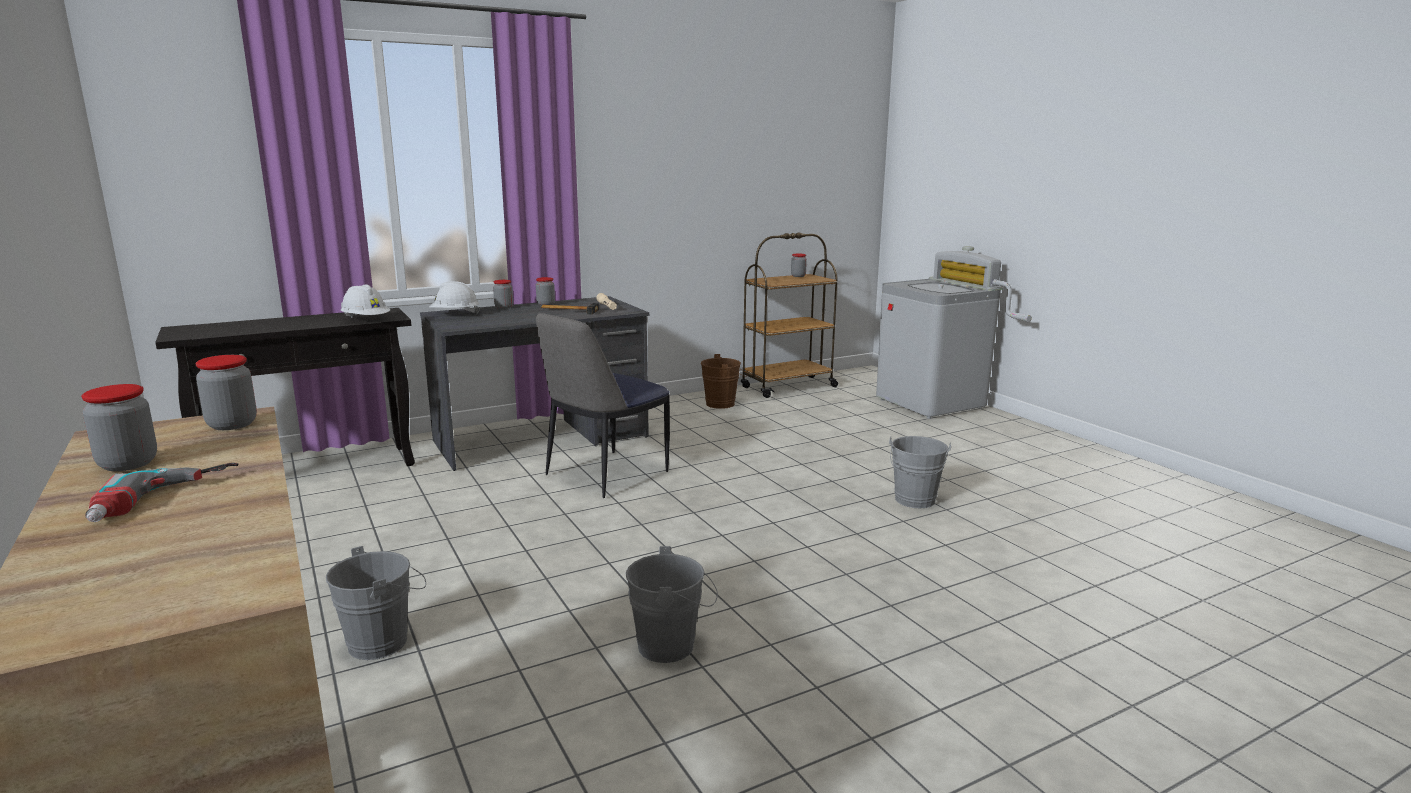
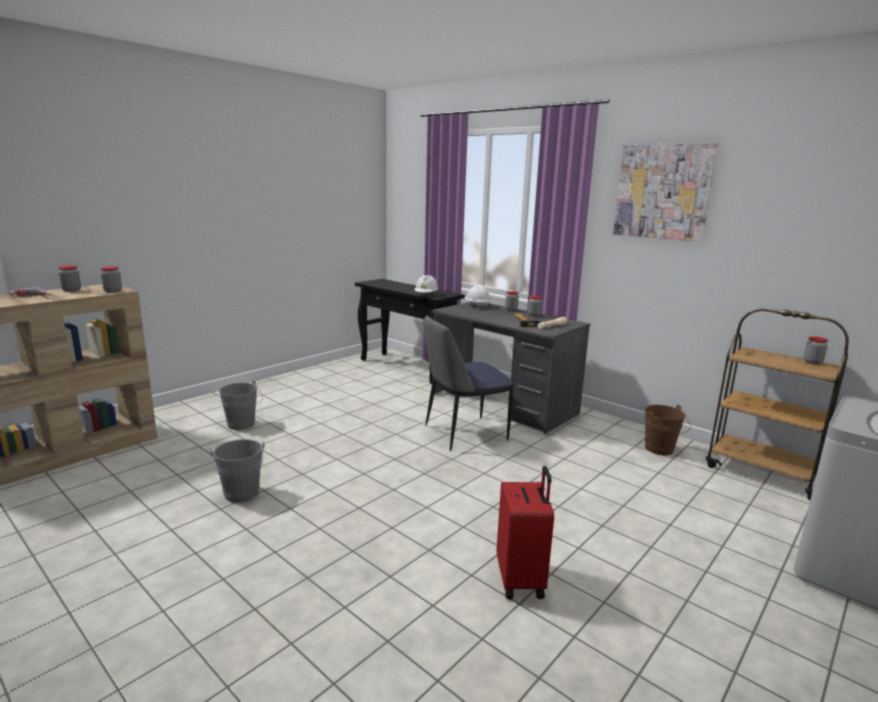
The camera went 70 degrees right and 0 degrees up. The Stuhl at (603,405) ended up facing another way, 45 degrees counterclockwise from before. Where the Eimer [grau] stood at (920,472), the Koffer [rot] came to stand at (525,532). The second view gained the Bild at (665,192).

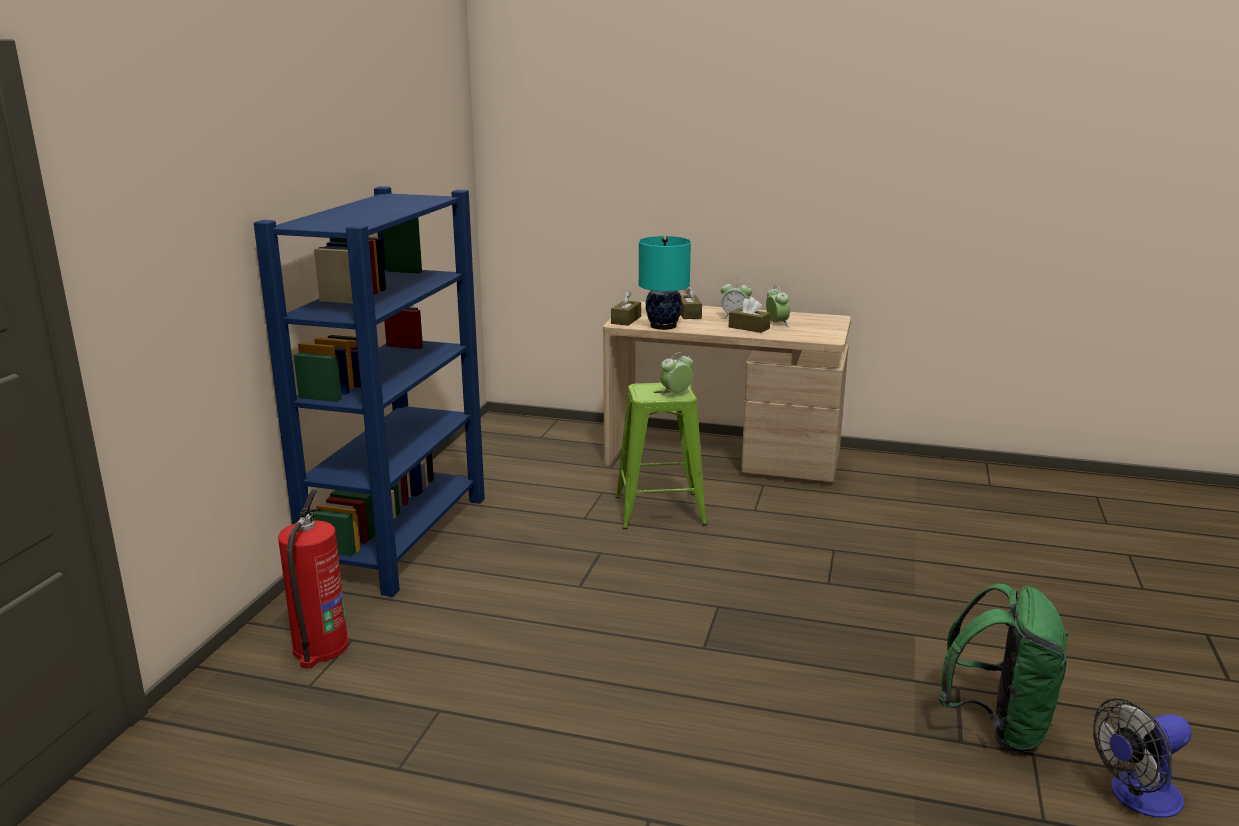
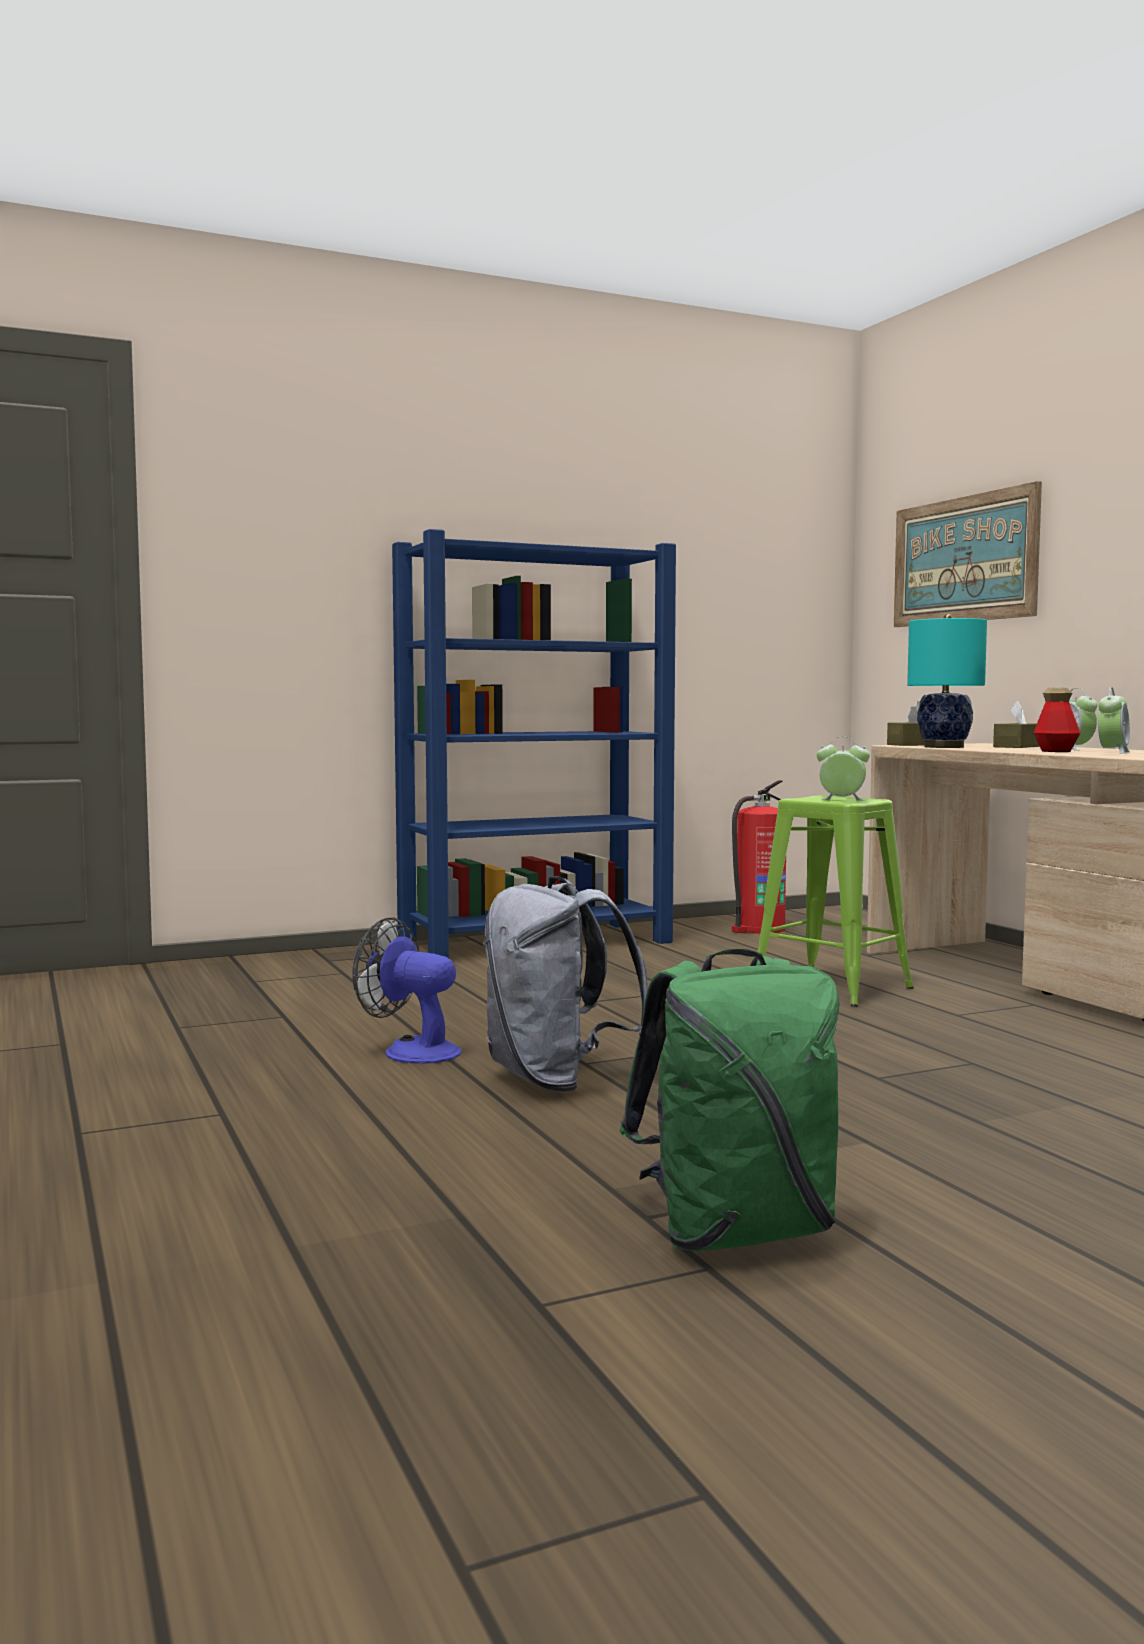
The camera went 50 degrees right and 15 degrees down. The Feuerlöscher ended up elsewhere, having gone from (313,579) to (759,856). Where the Taschentuchbox [braun] stood at (750,315), the Flasche came to stand at (1056,720). The Ventilator ended up elsewhere, having gone from (1142,758) to (407,991). The second view gained the Rucksack [grau] at (565,984). The second view gained the Bild at (968,554).

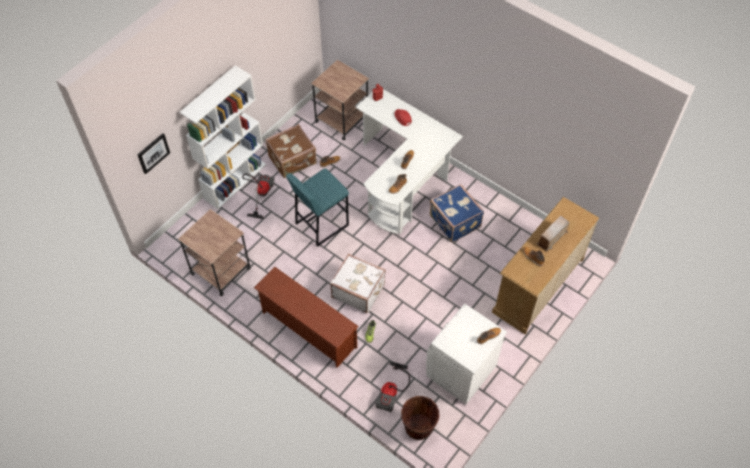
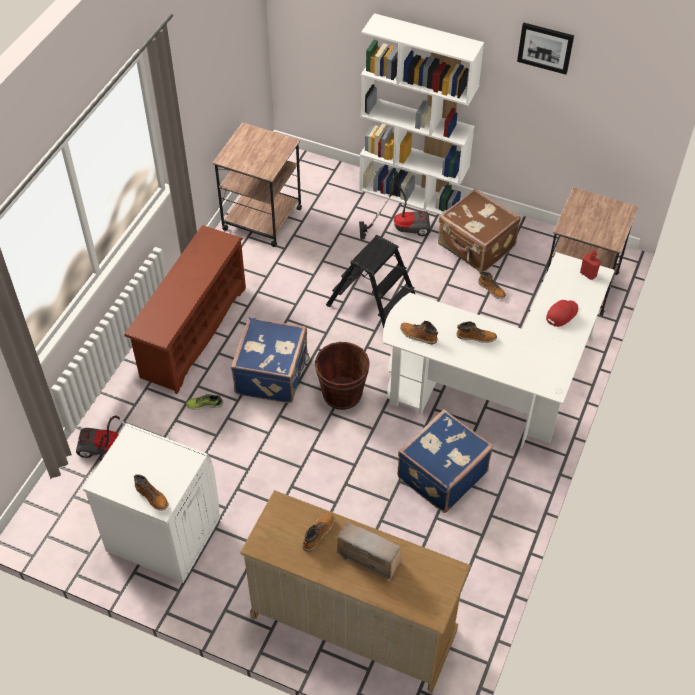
The camera went 75 degrees right and 5 degrees down. The Bild ended up elsewhere, having gone from (153,153) to (545,49). Where the Hocker [türkis] stood at (317,208), the Trittleiter [schwarz] came to stand at (370,281). What was the Koffer [weiß] at (358,283) turned into the Koffer [blau] at (270,360). The Eimer [braun] ended up elsewhere, having gone from (420,418) to (342,376).

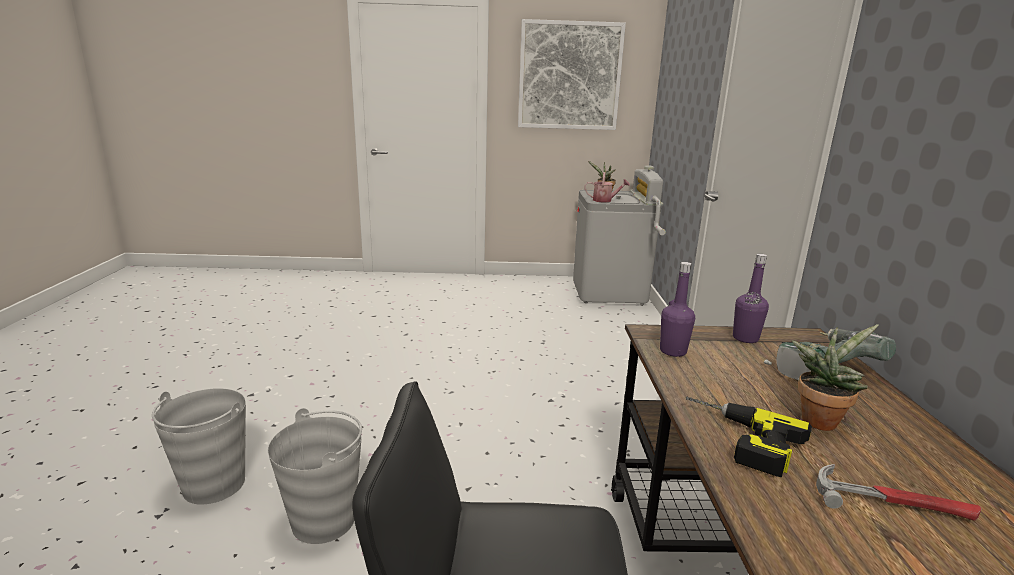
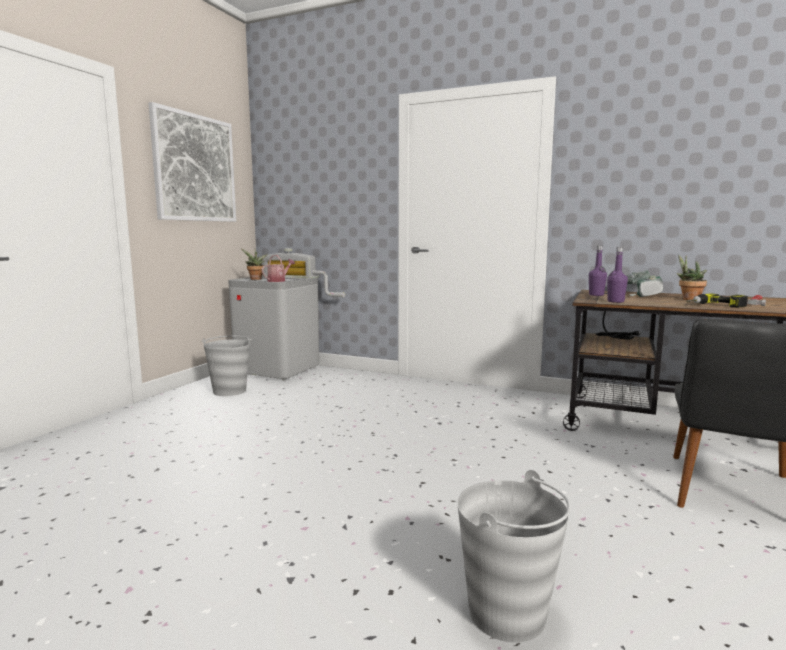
The camera went 65 degrees left and 10 degrees down. The Eimer [grau] ended up elsewhere, having gone from (315,476) to (227,366).

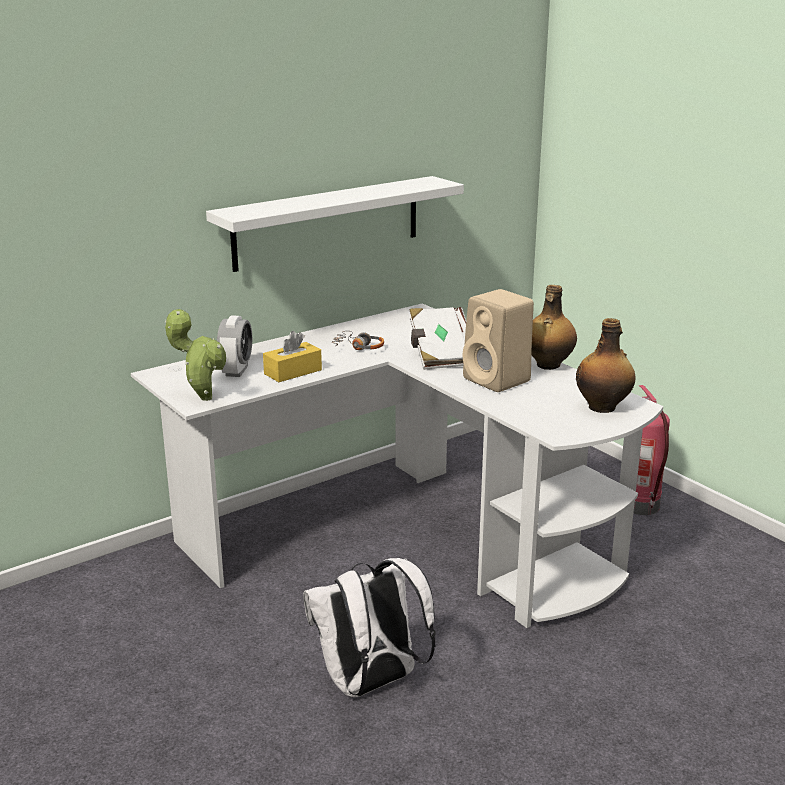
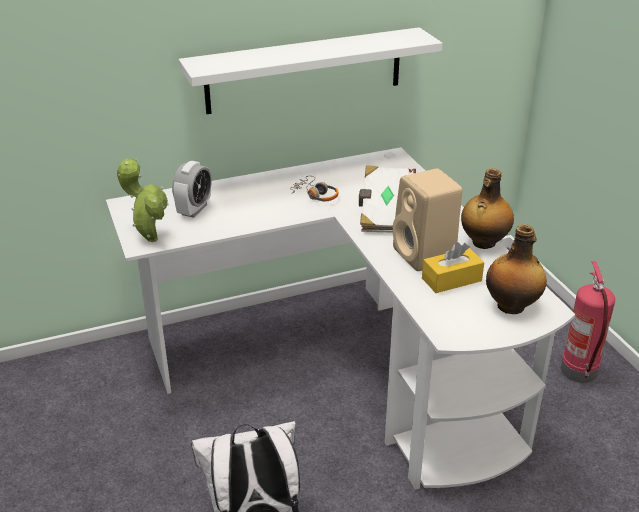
The camera went 15 degrees right and 10 degrees up. The Taschentuchbox [gelb] ended up elsewhere, having gone from (292,356) to (453,267).

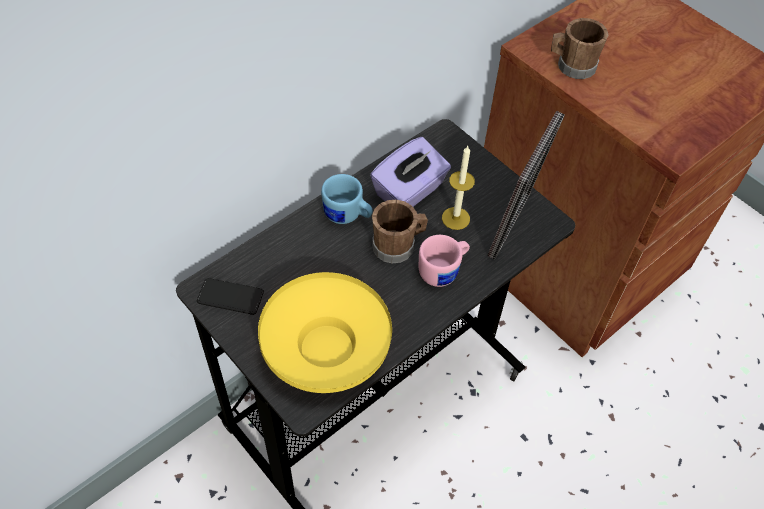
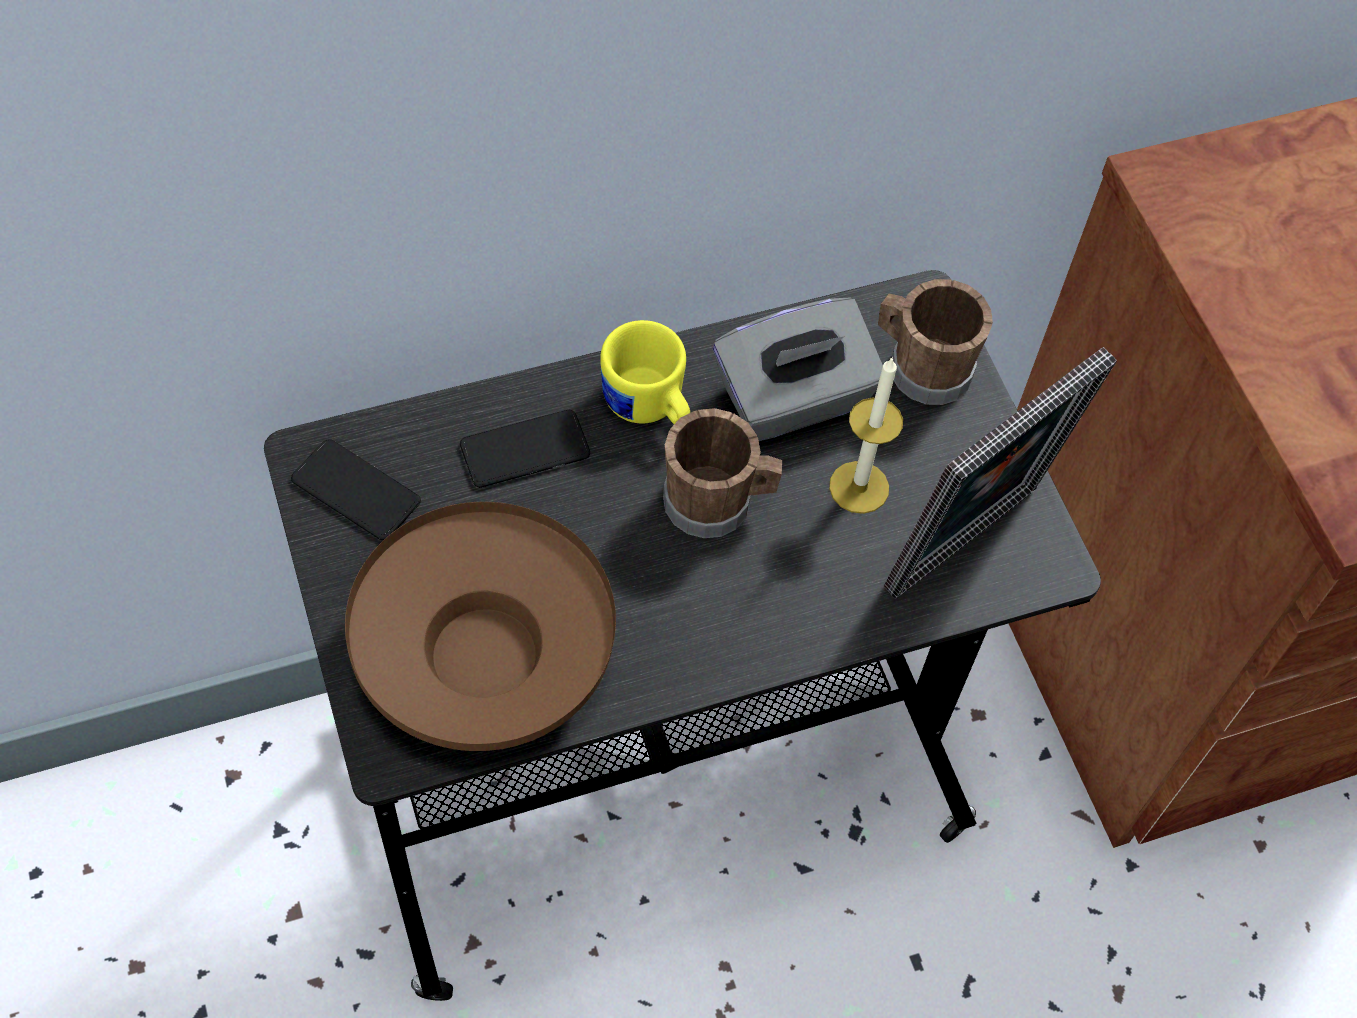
The camera went 20 degrees right and 5 degrees up. What was the Schüssel [gelb] at (325,332) turned into the Schüssel [braun] at (480,626). What was the Henkelbecher [blau] at (347,199) turned into the Henkelbecher [gelb] at (645,372). What was the Taschentuchbox [lila] at (410,172) turned into the Taschentuchbox [grau] at (798,369). The second view lost the Henkelbecher [rosa] at (444,261). The Henkelbecher [braun] ended up elsewhere, having gone from (579,48) to (935,342). The second view gained the Handy at (525,449).

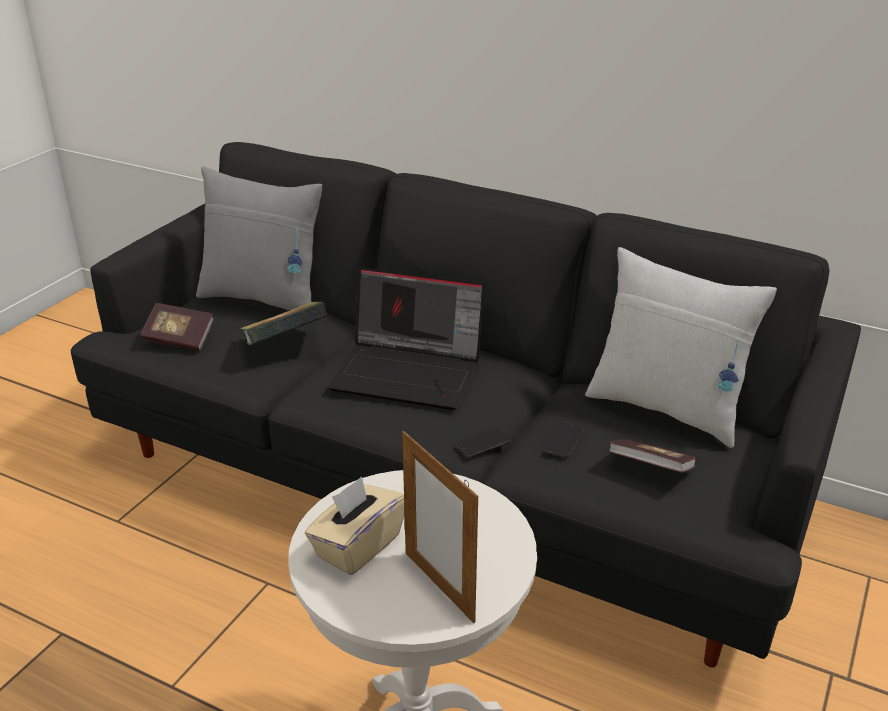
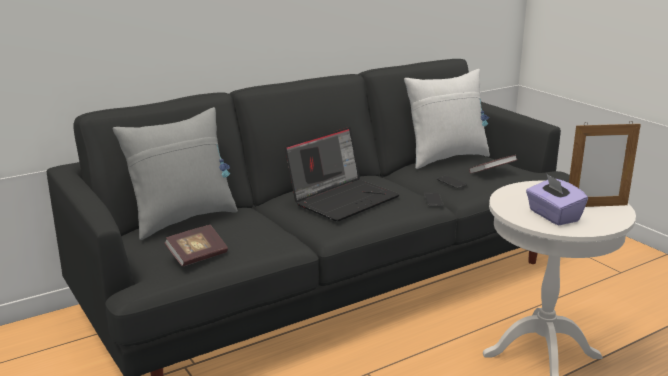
The camera went 60 degrees left and 10 degrees down. The second view lost the Buch at (284,323). What was the Taschentuchbox [beige] at (355,525) turned into the Taschentuchbox [lila] at (557,199).

